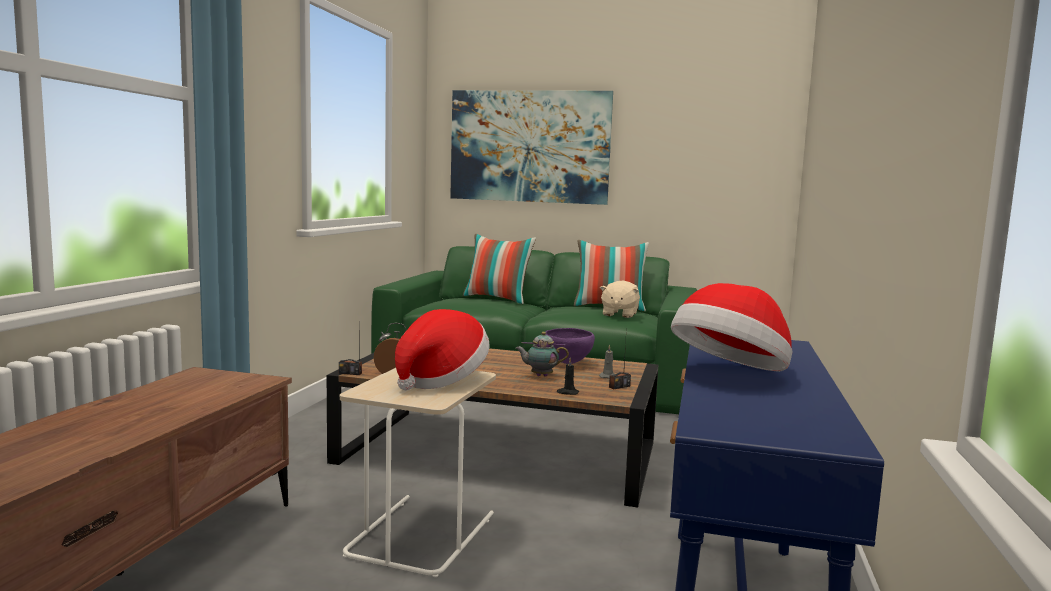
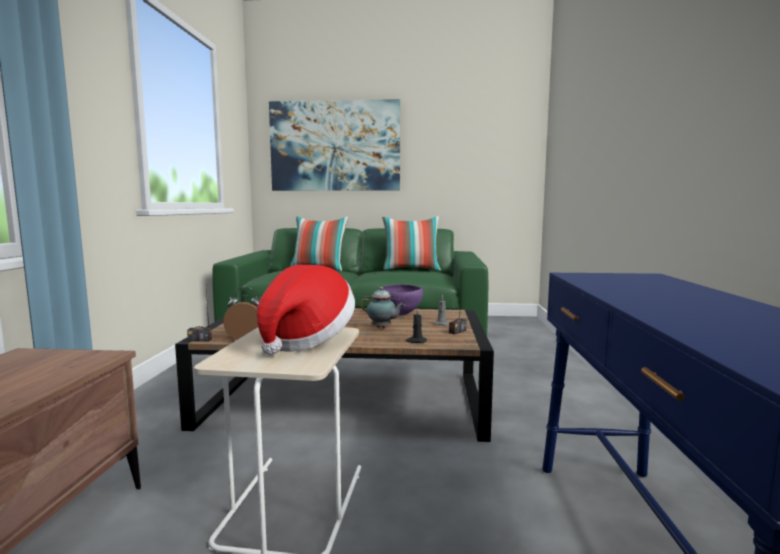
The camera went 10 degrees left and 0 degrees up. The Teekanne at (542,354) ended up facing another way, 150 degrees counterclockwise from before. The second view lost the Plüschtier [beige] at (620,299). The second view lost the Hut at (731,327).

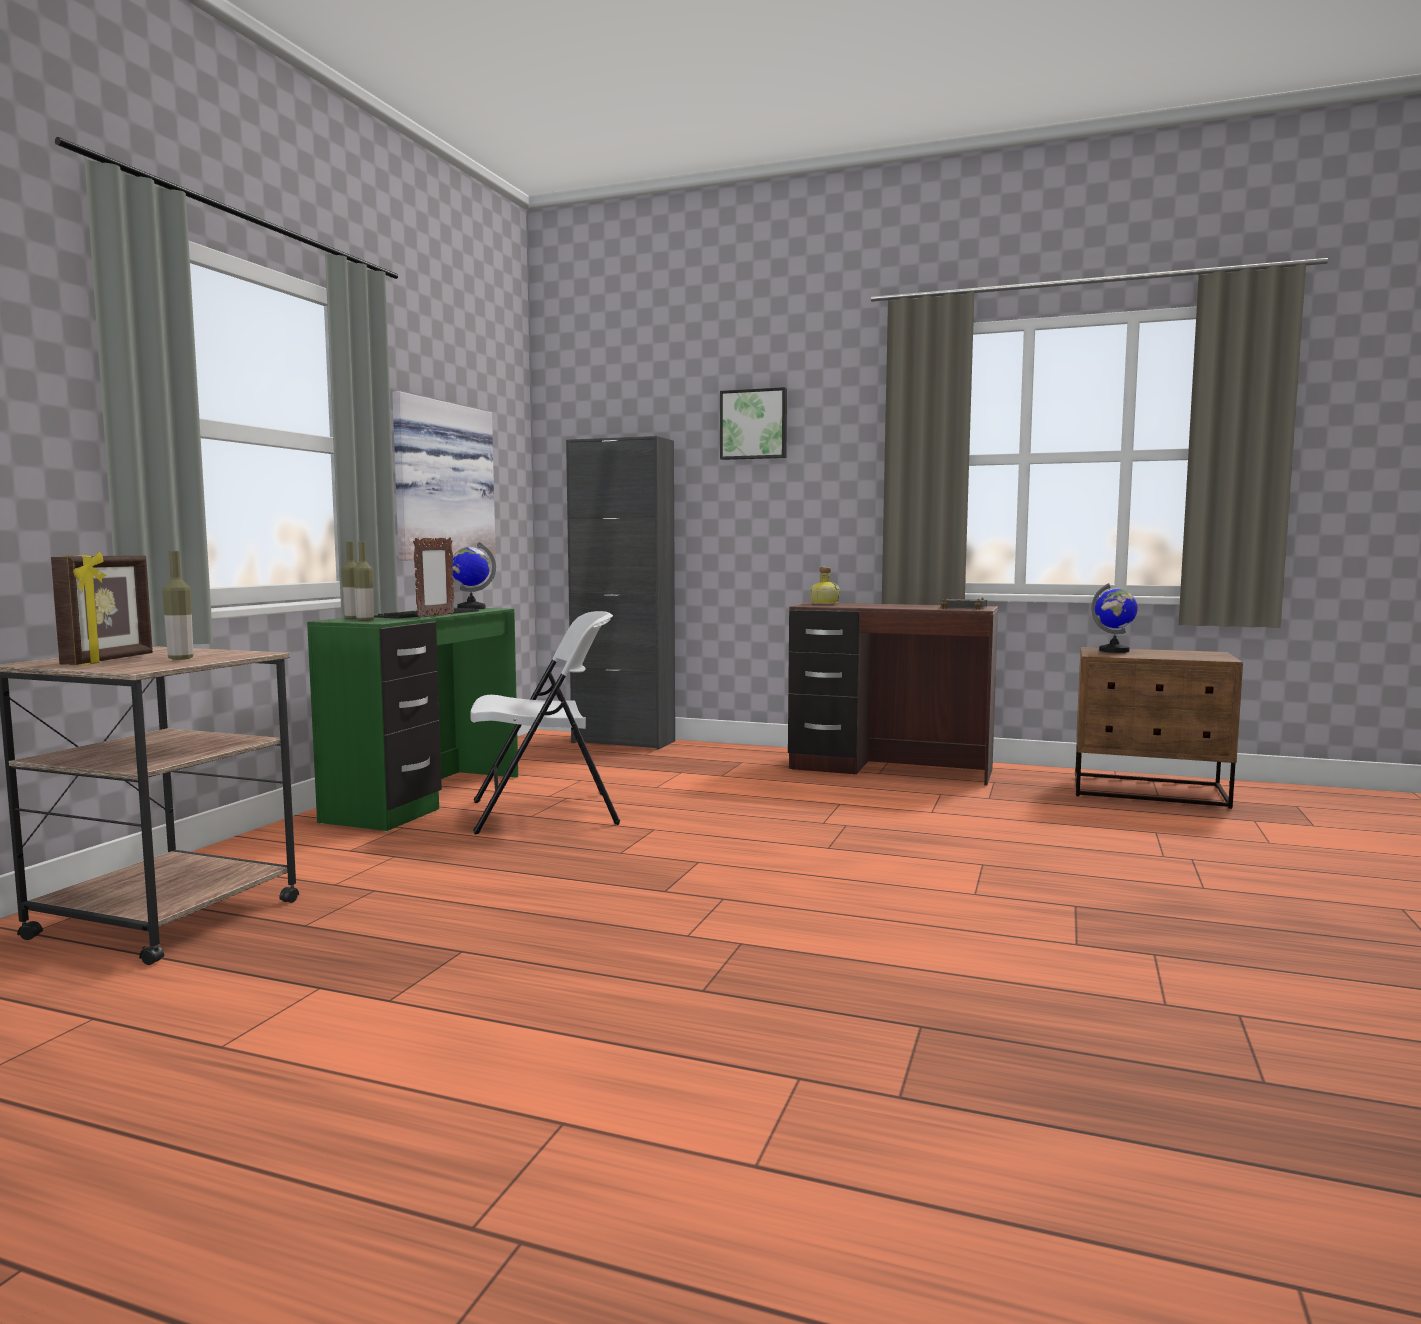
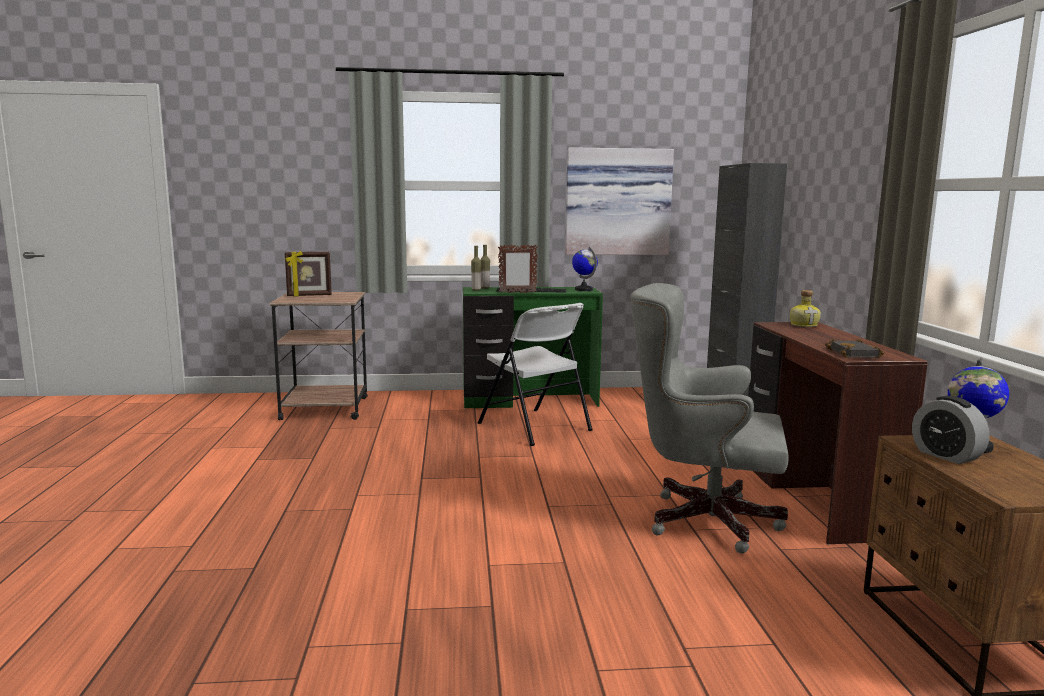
The camera went 65 degrees right and 5 degrees up. The second view lost the Flasche at (178,605). The second view lost the Bild at (753,423). The second view gained the Bürostuhl [grau] at (709,418). The second view gained the Wecker at (950,430).

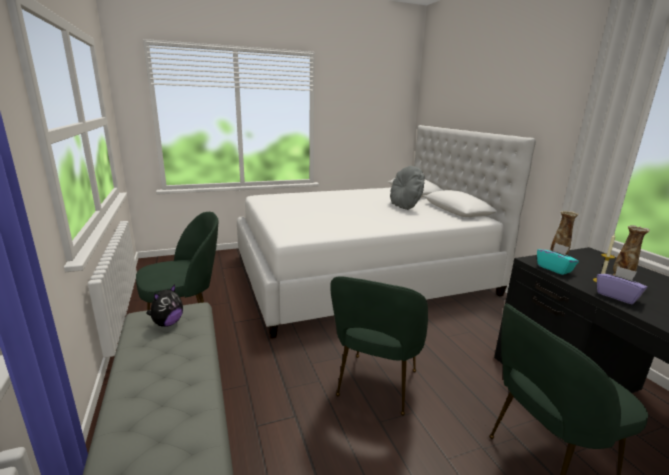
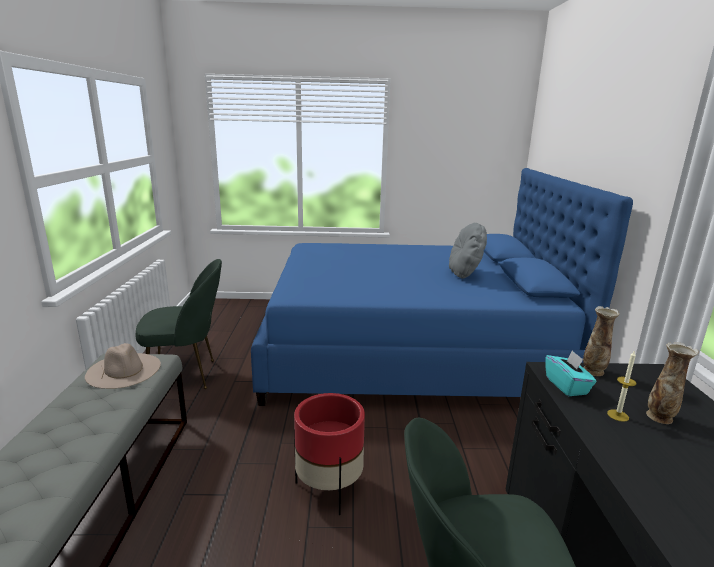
The camera went 20 degrees right and 0 degrees up. Where the Plüschtier stood at (164,305), the Hut [beige] came to stand at (123,366). What was the Bett [weiß] at (386,231) turned into the Bett [blau] at (442,287). Where the Stuhl [grün] stood at (379,346), the Pflanzkübel [rot] came to stand at (329,454). The second view lost the Taschentuchbox [lila] at (622,285).

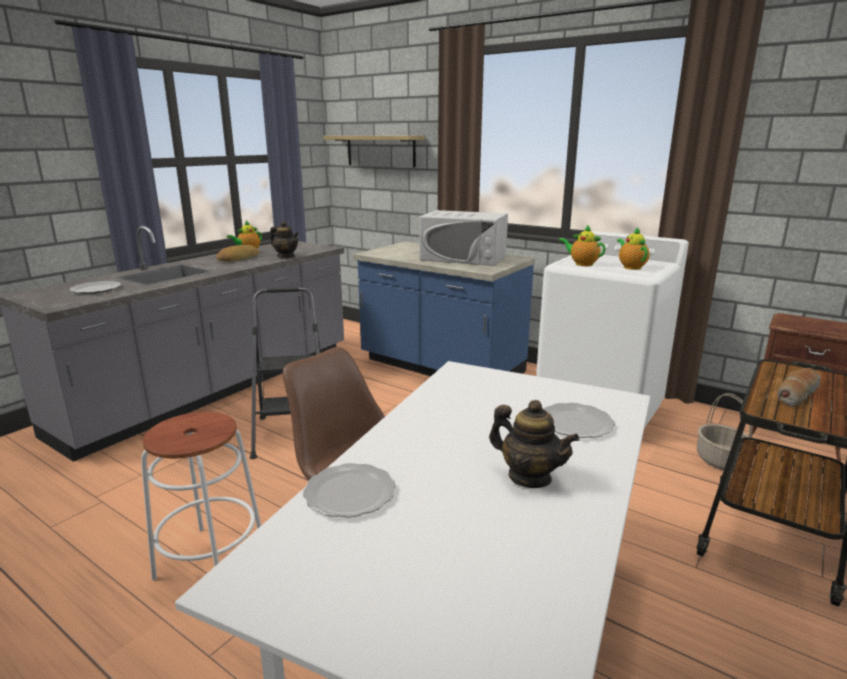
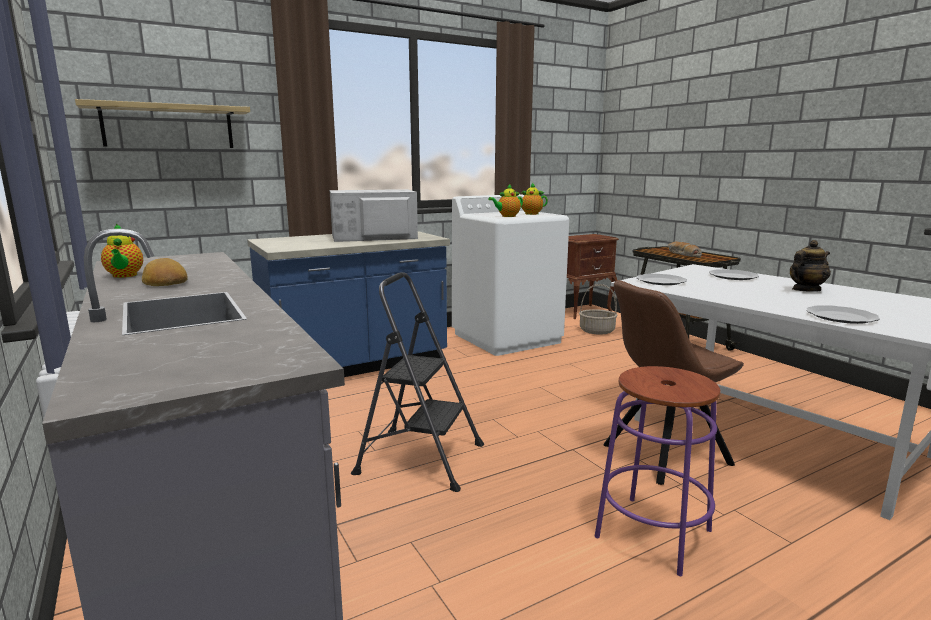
The camera went 65 degrees left and 5 degrees down. The Teller ended up elsewhere, having gone from (95,287) to (661,279). What was the Hocker [weiß] at (201,496) turned into the Hocker [lila] at (658,471). The second view lost the Teekanne at (284,239). The Mikrowelle [weiß] at (463,238) ended up facing another way, 150 degrees counterclockwise from before.

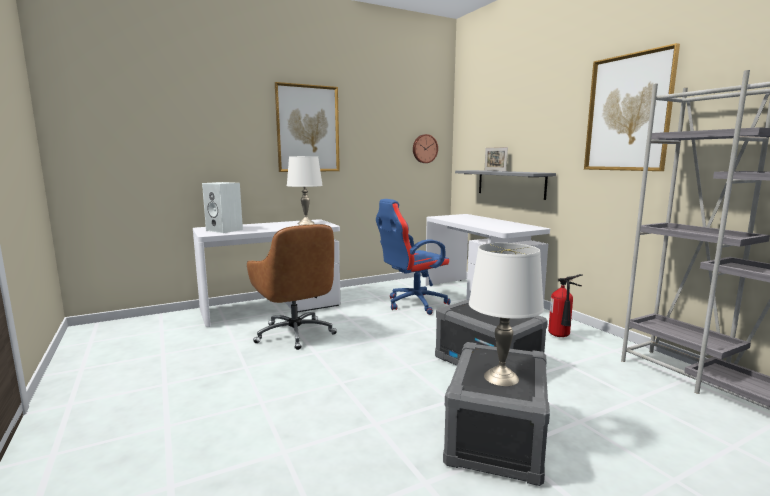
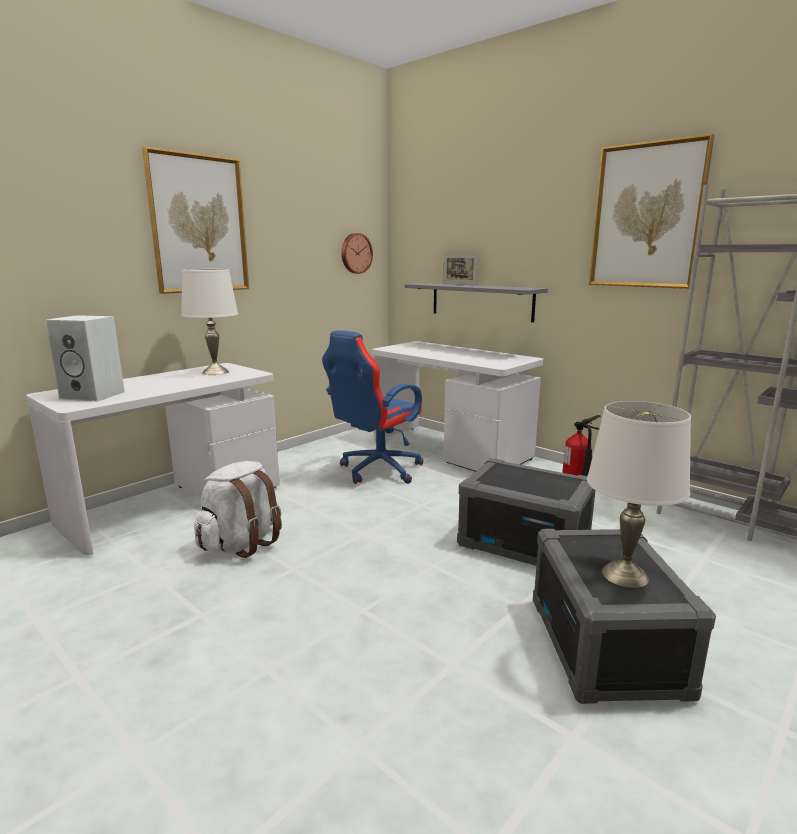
The camera went 20 degrees left and 5 degrees up. Where the Bürostuhl [braun] stood at (292,287), the Rucksack [weiß] came to stand at (238,509).

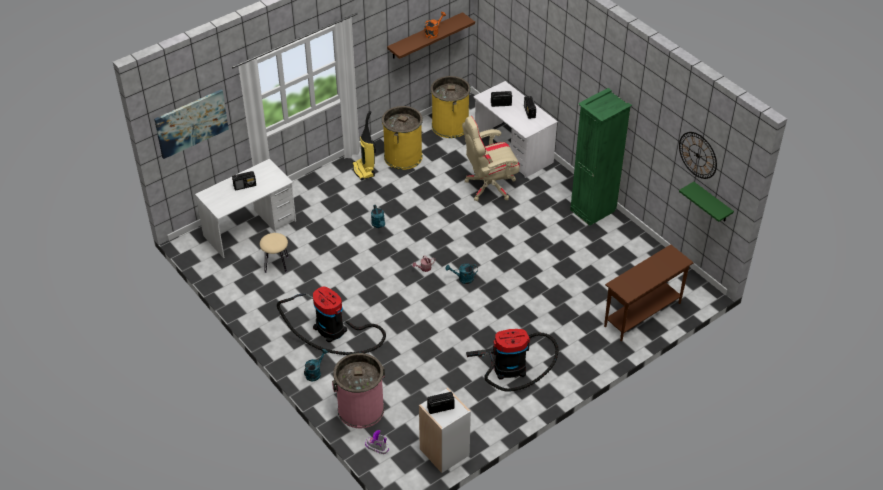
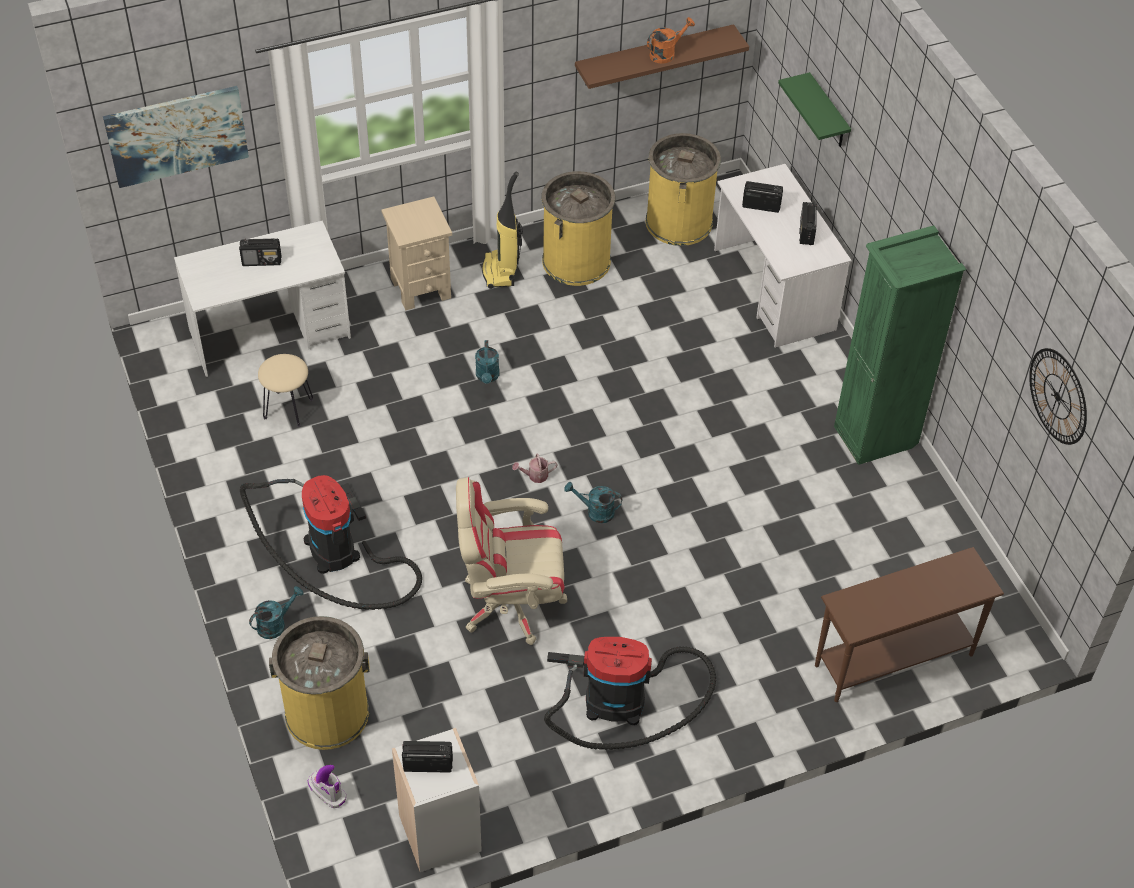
The camera went 15 degrees right and 5 degrees up. What was the Mülleimer [rosa] at (358,390) turned into the Mülleimer [gelb] at (319,683). The Bürostuhl [beige] ended up elsewhere, having gone from (491,158) to (511,561). The Wandregal [grün] ended up elsewhere, having gone from (706,202) to (814,109). The second view gained the Nachttisch [beige] at (416,253).

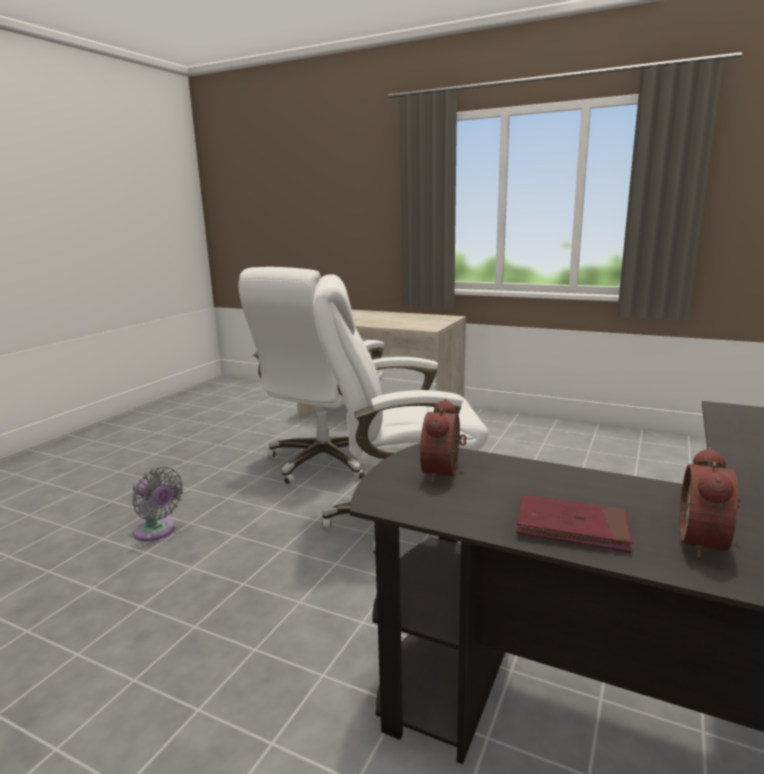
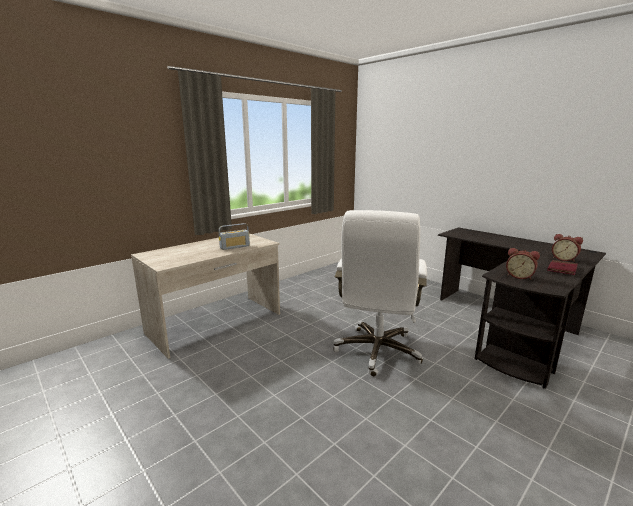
The camera went 70 degrees left and 0 degrees up. The second view lost the Ventilator [grau] at (157,504). The second view lost the Bürostuhl [weiß] at (311,376). The second view gained the Radio at (234,236).

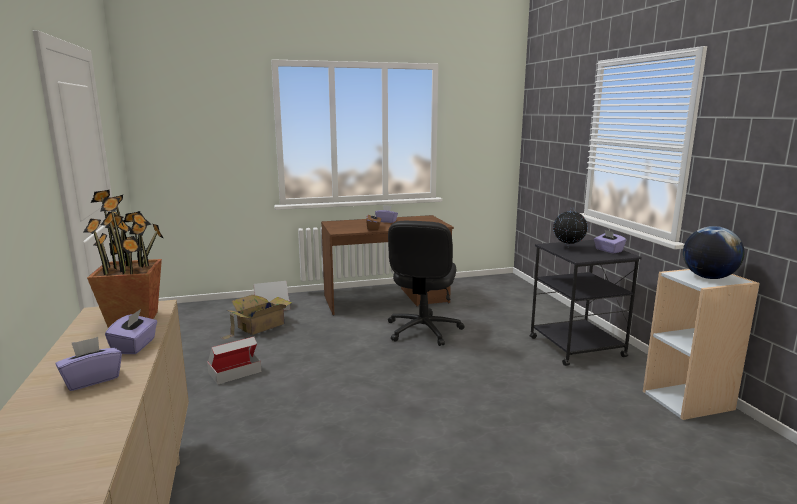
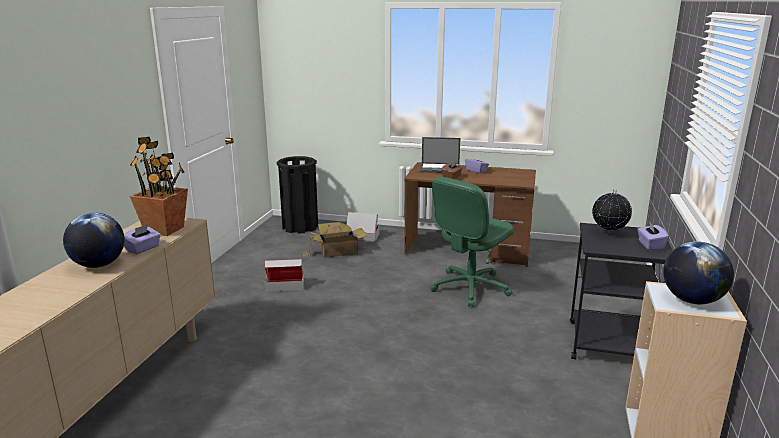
The camera went 30 degrees right and 5 degrees up. Where the Taschentuchbox [lila] stood at (88,364), the Globus came to stand at (94,240). What was the Bürostuhl [schwarz] at (426,283) turned into the Bürostuhl [grün] at (472,242). The second view gained the Mülleimer [schwarz] at (297,195). The second view gained the Laptop at (440,155).

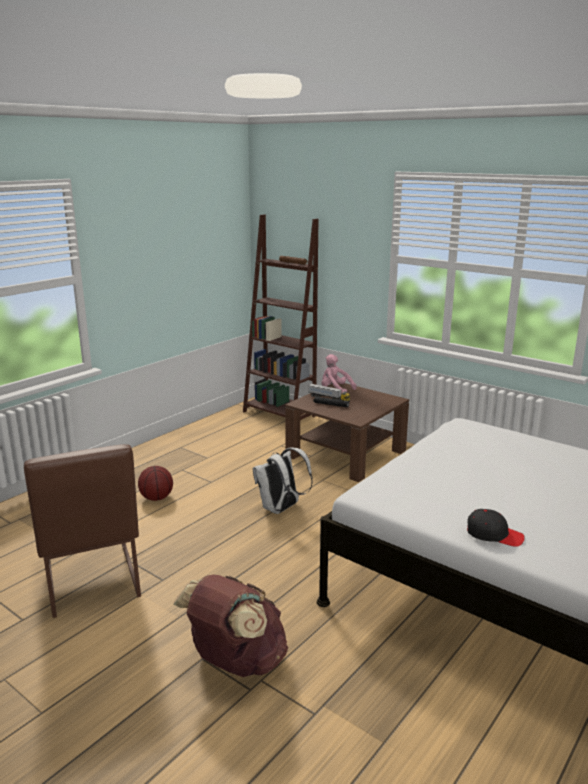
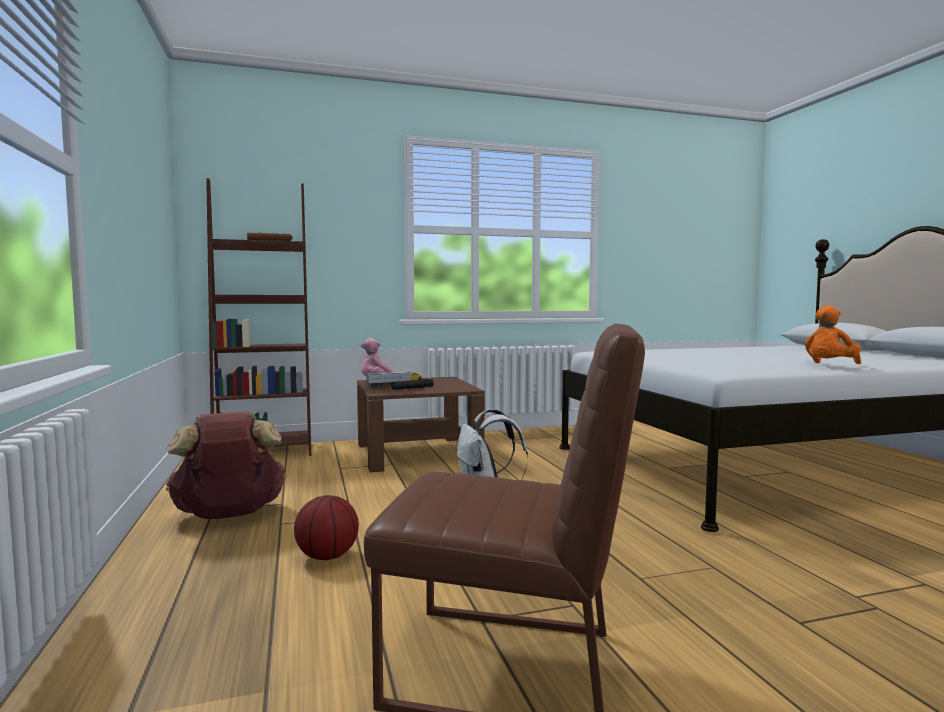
The camera went 55 degrees left and 15 degrees down. The Rucksack [braun] ended up elsewhere, having gone from (230,626) to (226,465). Where the Kappe [schwarz] stood at (496,528), the Plüschtier [orange] came to stand at (833,335).

